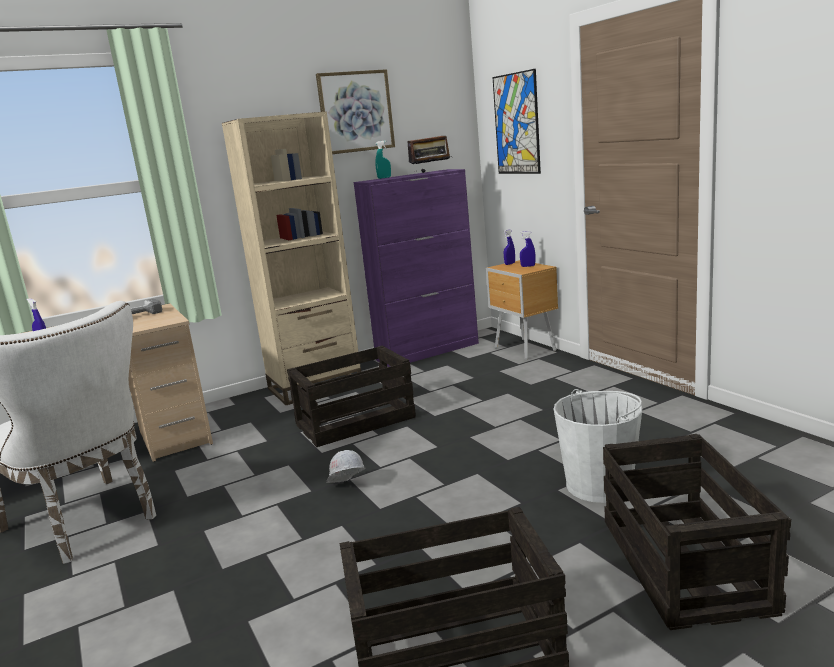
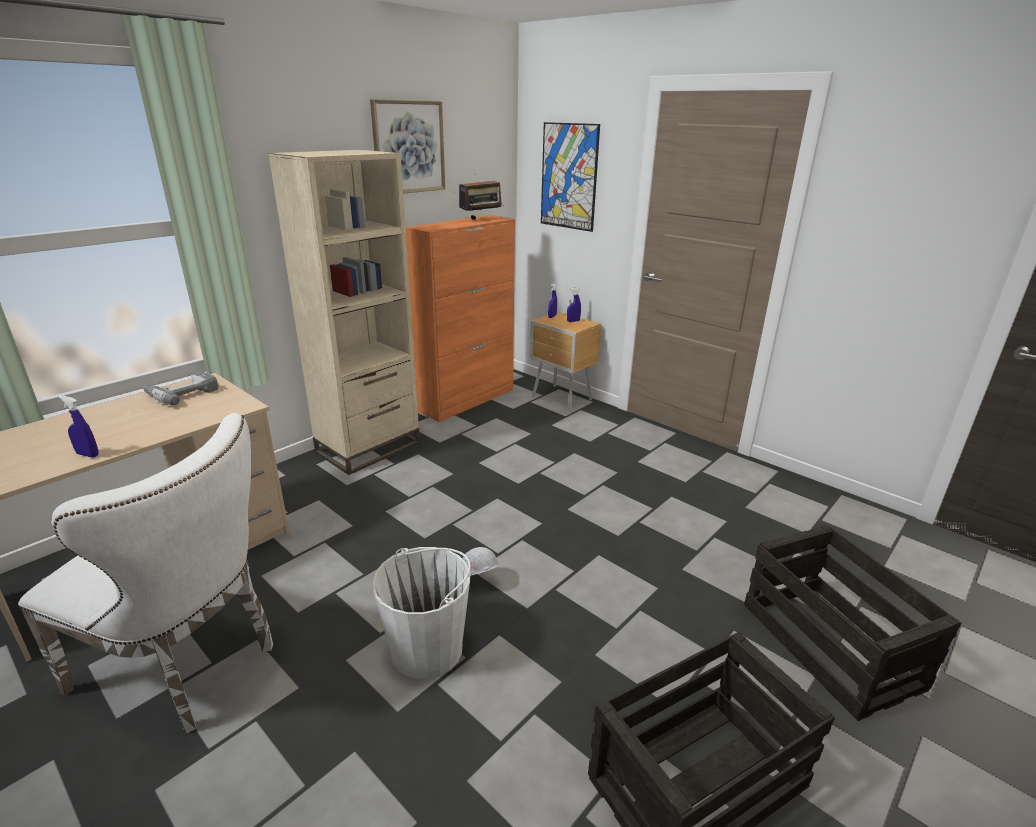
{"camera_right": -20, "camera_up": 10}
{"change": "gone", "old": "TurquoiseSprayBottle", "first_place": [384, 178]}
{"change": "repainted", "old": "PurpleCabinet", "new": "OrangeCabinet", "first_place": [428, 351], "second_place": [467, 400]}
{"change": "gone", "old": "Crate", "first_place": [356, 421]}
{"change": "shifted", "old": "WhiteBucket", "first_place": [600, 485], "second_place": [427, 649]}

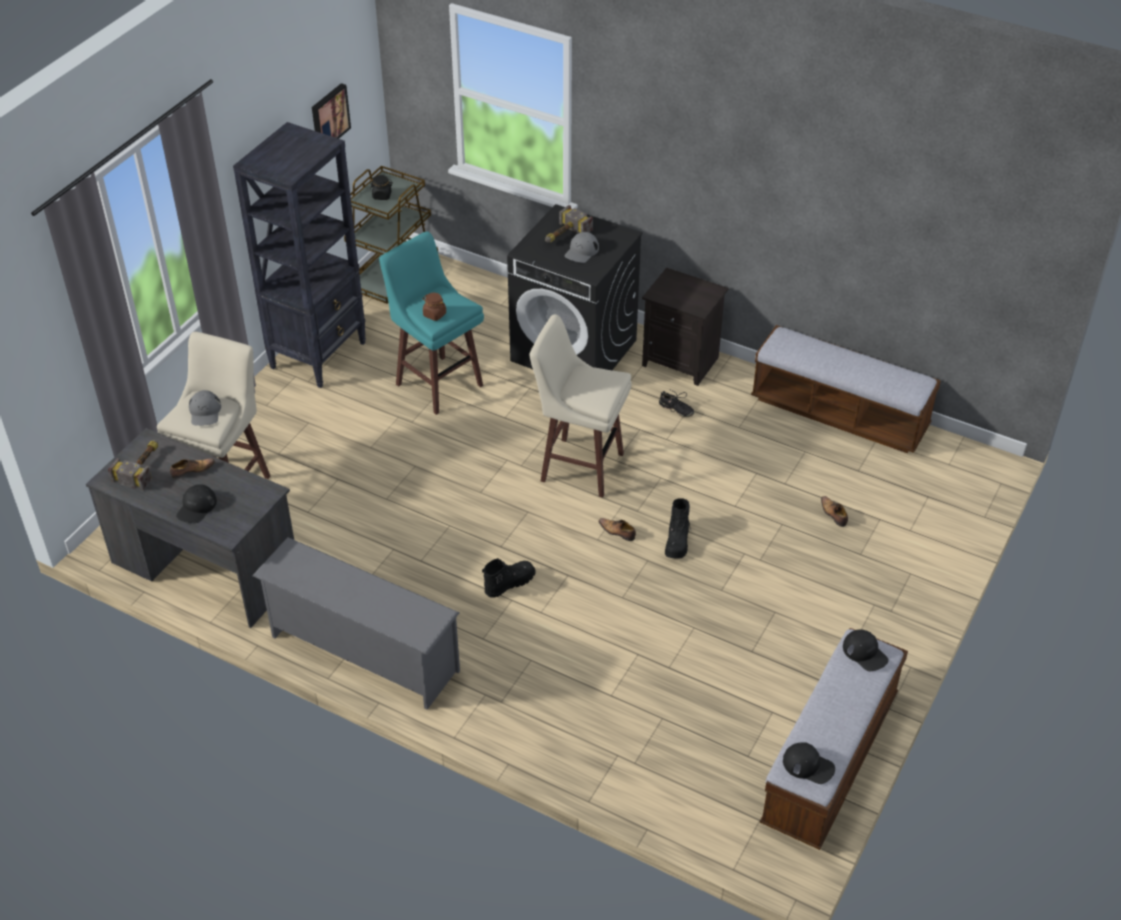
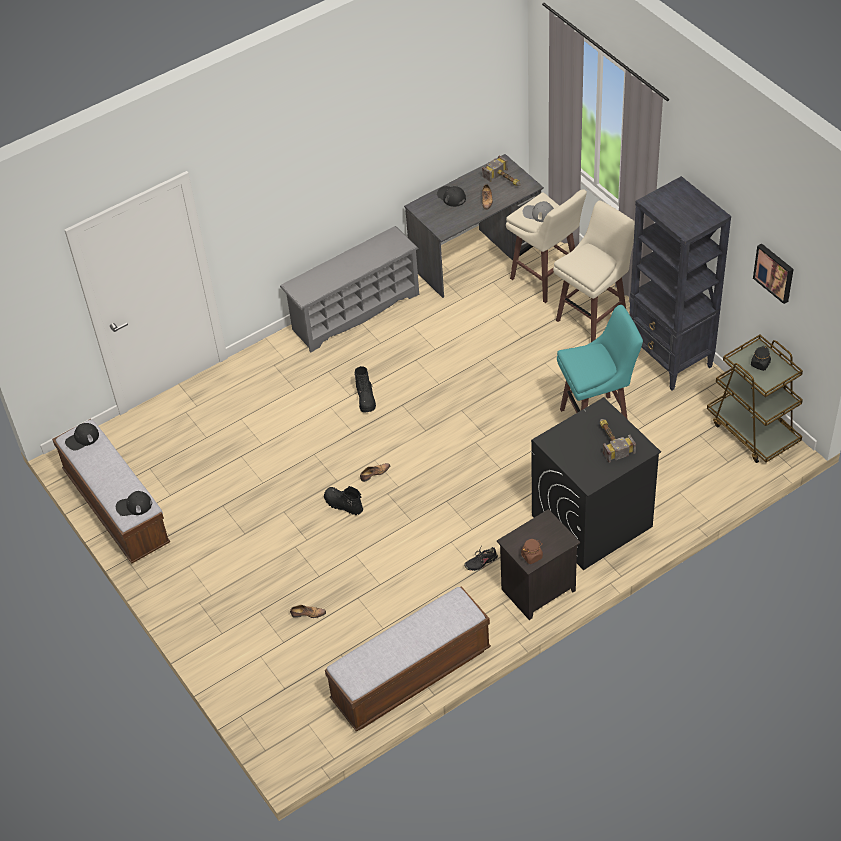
{"camera_right": 120, "camera_up": 5}
{"change": "gone", "old": "GreyCap", "first_place": [581, 251]}
{"change": "shifted", "old": "BrownJar", "first_place": [434, 314], "second_place": [532, 556]}
{"change": "shifted", "old": "BeigeStool", "first_place": [579, 466], "second_place": [593, 319]}

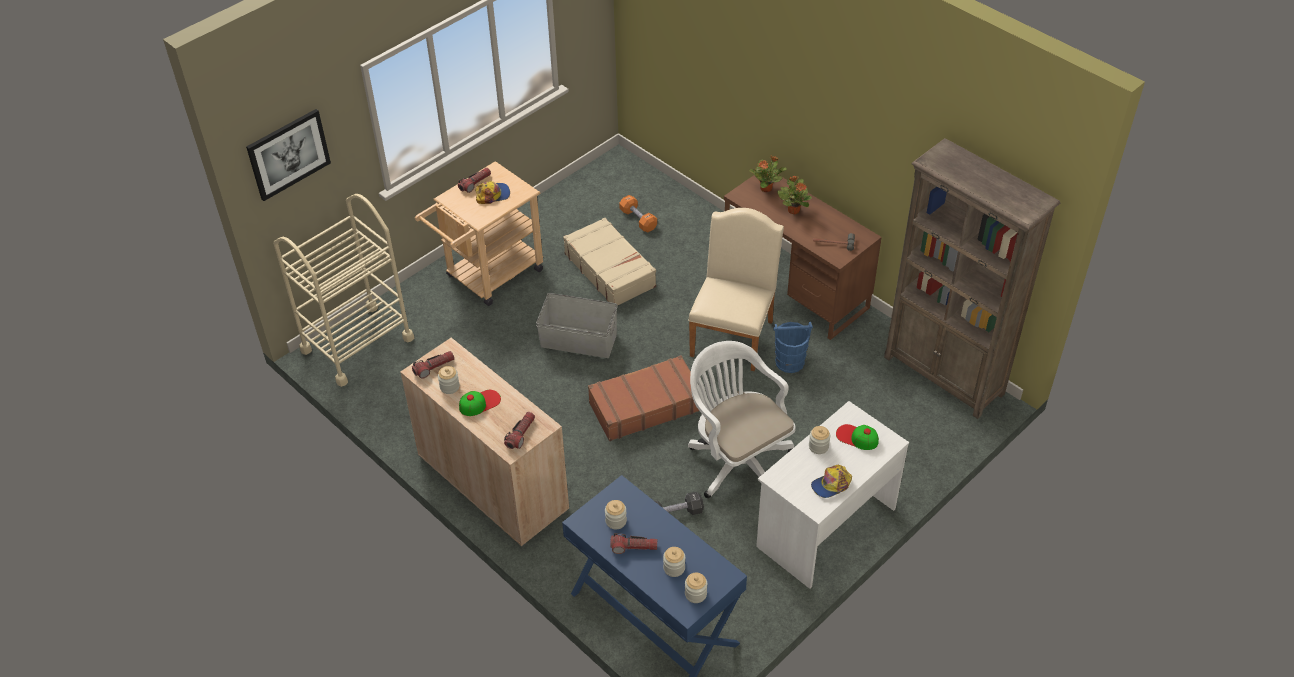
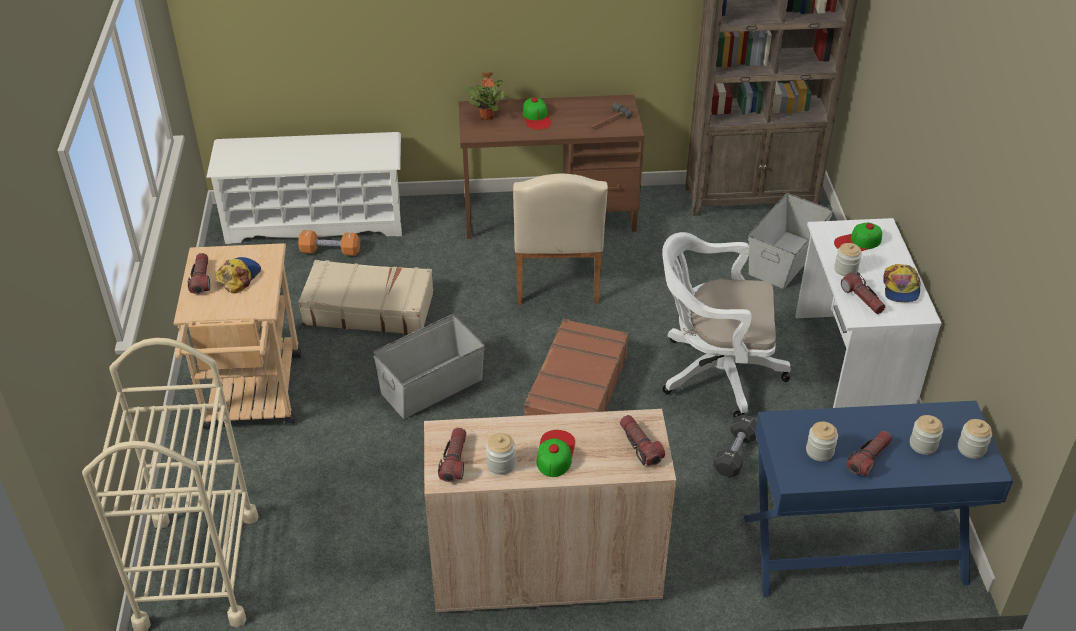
{"camera_right": -50, "camera_up": -5}
{"change": "gone", "old": "Picture", "first_place": [288, 154]}
{"change": "swapped", "old": "PottedPlant", "new": "Cap", "first_place": [793, 210], "second_place": [536, 117]}
{"change": "rotated", "old": "BeigeChair", "first_place": [734, 333], "second_place": [556, 281], "degrees": -150}
{"change": "gone", "old": "BlueBucket", "first_place": [790, 362]}
{"change": "new", "new": "WhiteShoeRack", "second_place": [316, 221]}
{"change": "new", "new": "GreyStorageBox", "second_place": [784, 259]}
{"change": "new", "new": "Flashlight", "second_place": [862, 299]}

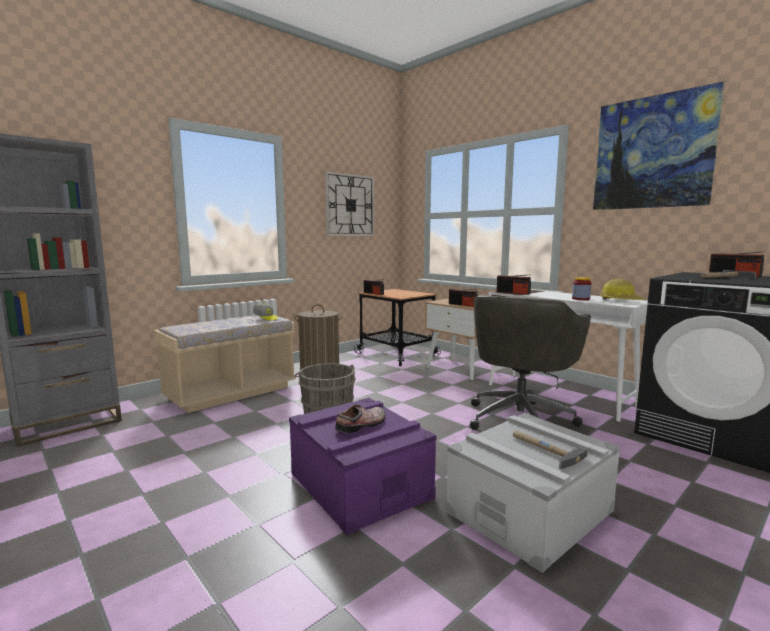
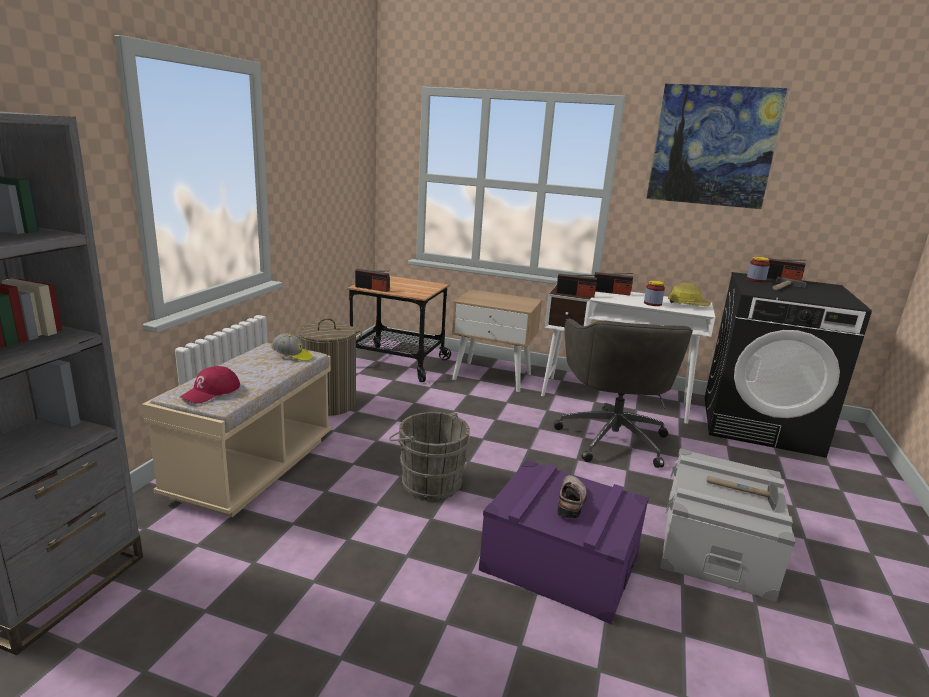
{"camera_right": -30, "camera_up": 10}
{"change": "gone", "old": "WallClock", "first_place": [350, 205]}
{"change": "shifted", "old": "Radio", "first_place": [462, 305], "second_place": [611, 292]}
{"change": "new", "new": "Jar", "second_place": [756, 280]}
{"change": "new", "new": "RedCap", "second_place": [211, 392]}

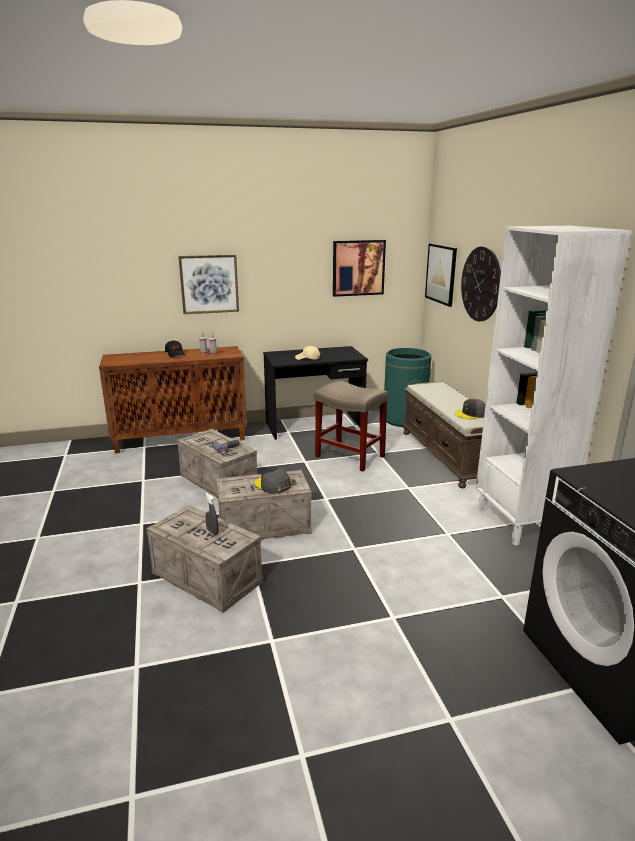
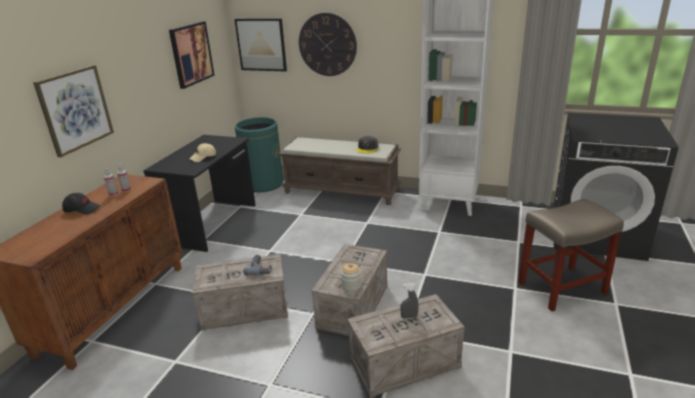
{"camera_right": -55, "camera_up": 5}
{"change": "shifted", "old": "BeigeStool", "first_place": [349, 456], "second_place": [561, 288]}
{"change": "gone", "old": "GreyCap", "first_place": [272, 485]}
{"change": "new", "new": "Jar", "second_place": [351, 286]}

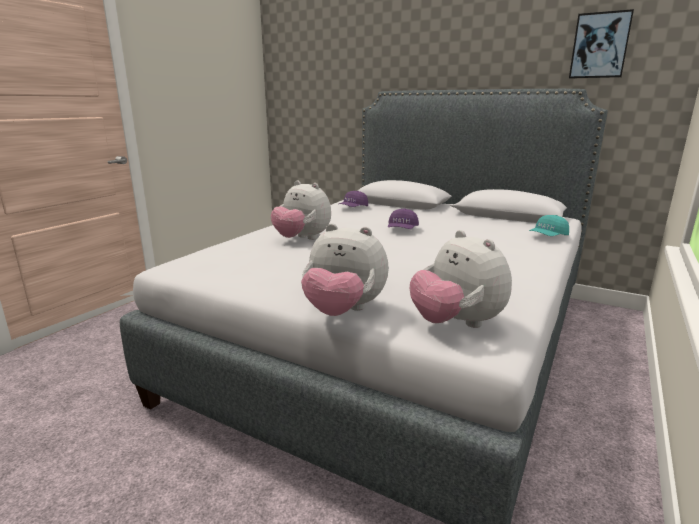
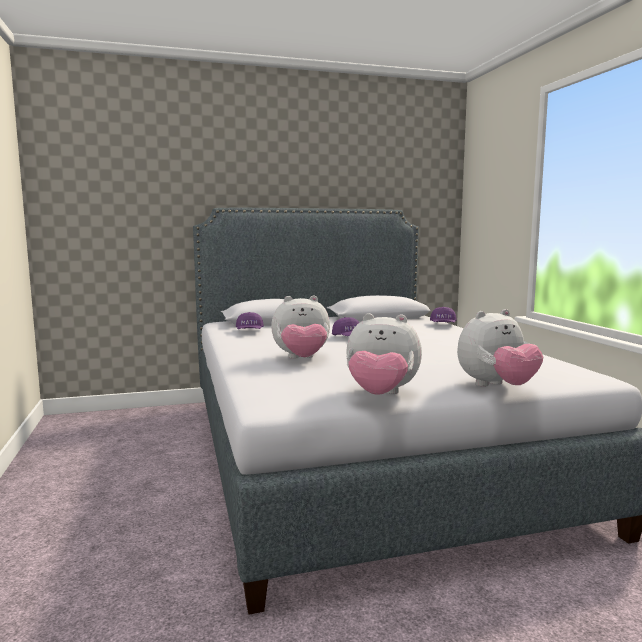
{"camera_right": -45, "camera_up": -10}
{"change": "gone", "old": "Picture", "first_place": [600, 45]}
{"change": "repainted", "old": "TurquoiseCap", "new": "PurpleCap", "first_place": [547, 236], "second_place": [443, 325]}
{"change": "shifted", "old": "PlushToy", "first_place": [456, 323], "second_place": [381, 395]}

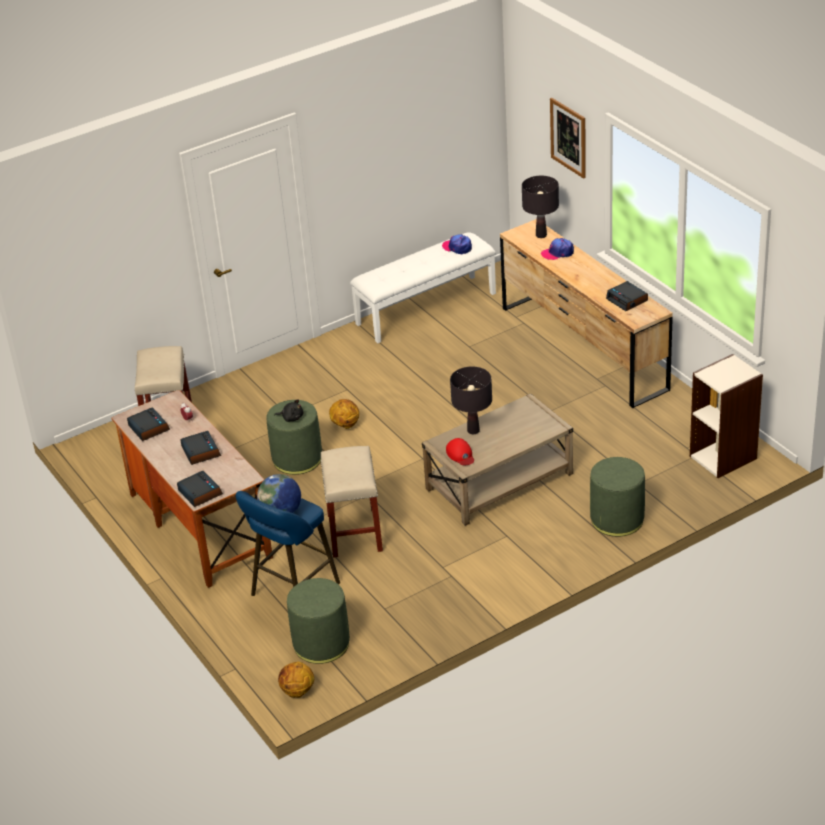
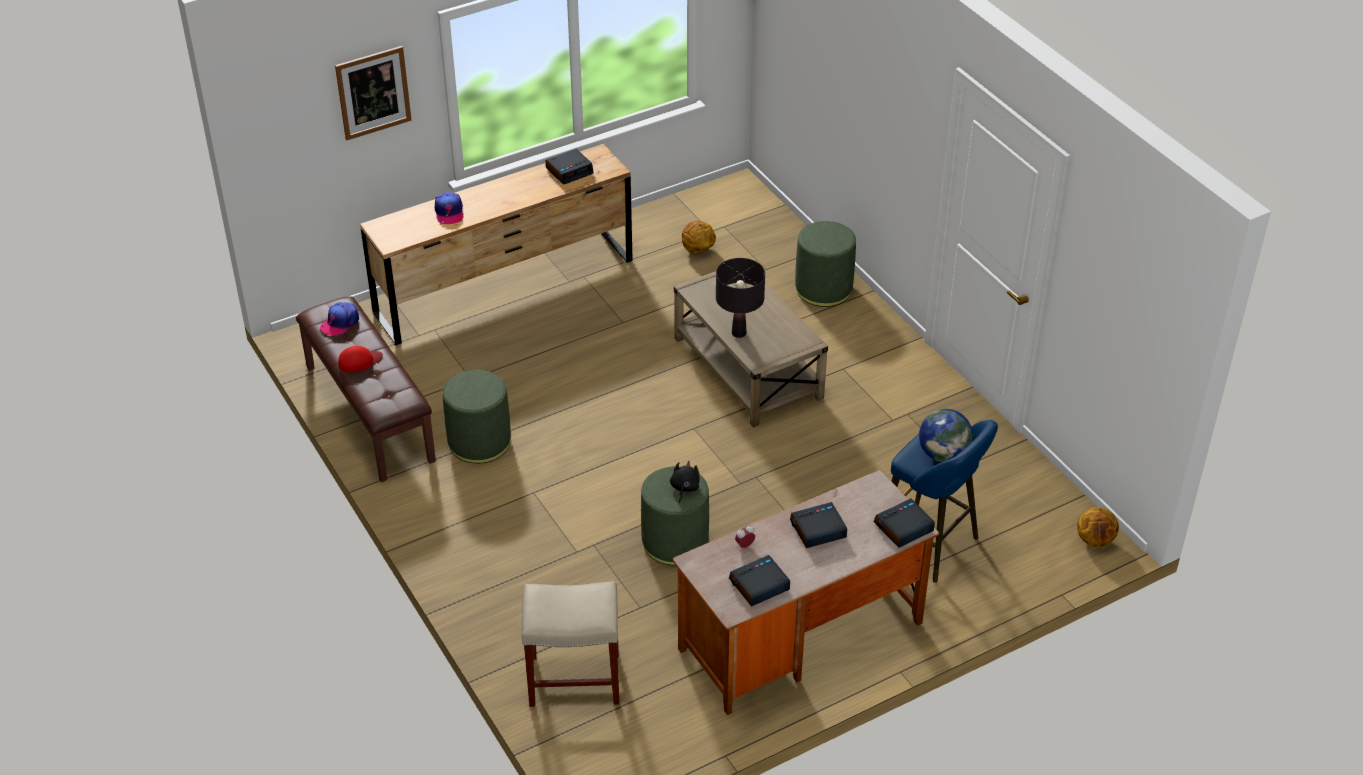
{"camera_right": -90, "camera_up": 5}
{"change": "gone", "old": "BlackTableLamp", "first_place": [541, 235]}
{"change": "repainted", "old": "WhiteBench", "new": "BrownBench", "first_place": [426, 308], "second_place": [368, 413]}
{"change": "gone", "old": "Bookcase", "first_place": [724, 457]}
{"change": "shifted", "old": "Basketball", "first_place": [345, 425], "second_place": [697, 250]}
{"change": "shifted", "old": "RedCap", "first_place": [460, 454], "second_place": [359, 361]}
{"change": "gone", "old": "BeigeStool", "first_place": [354, 532]}
{"change": "shifted", "old": "GreenOttoman", "first_place": [321, 643], "second_place": [479, 442]}

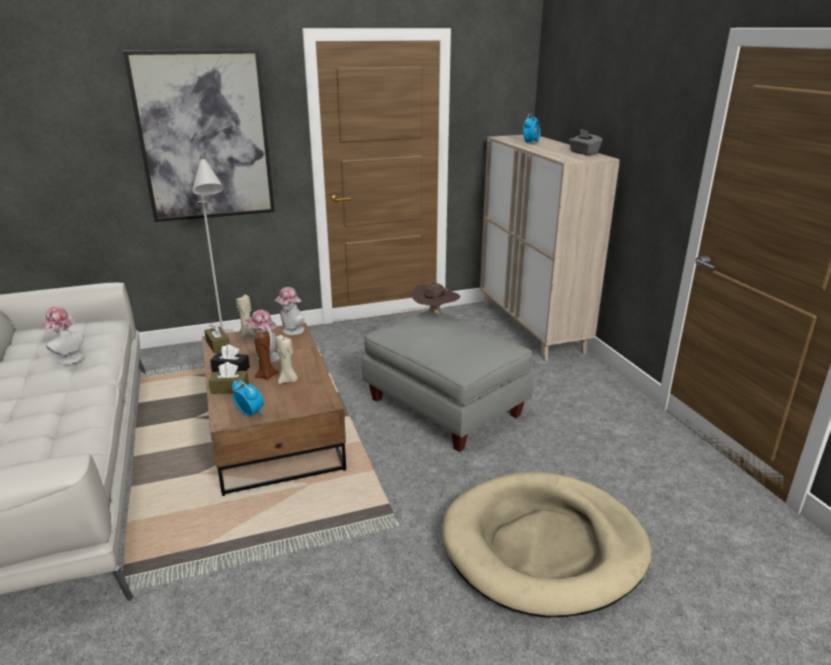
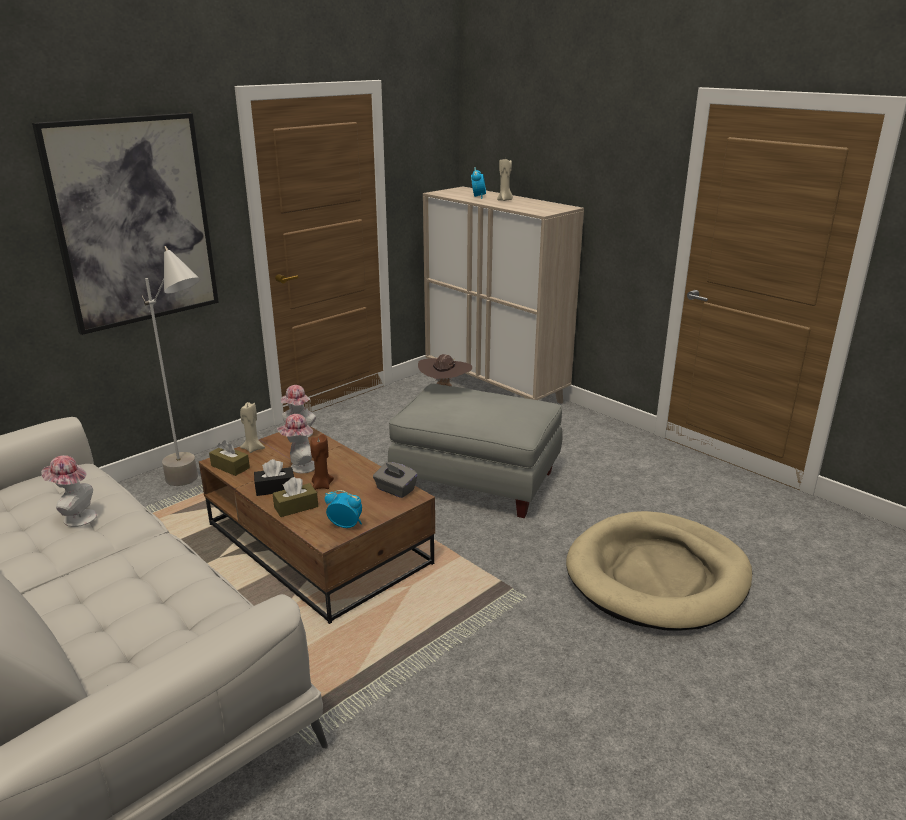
{"camera_right": -25, "camera_up": 0}
{"change": "shifted", "old": "GreyTissueBox", "first_place": [583, 153], "second_place": [395, 490]}
{"change": "shifted", "old": "BeigeCandle", "first_place": [288, 380], "second_place": [505, 200]}

